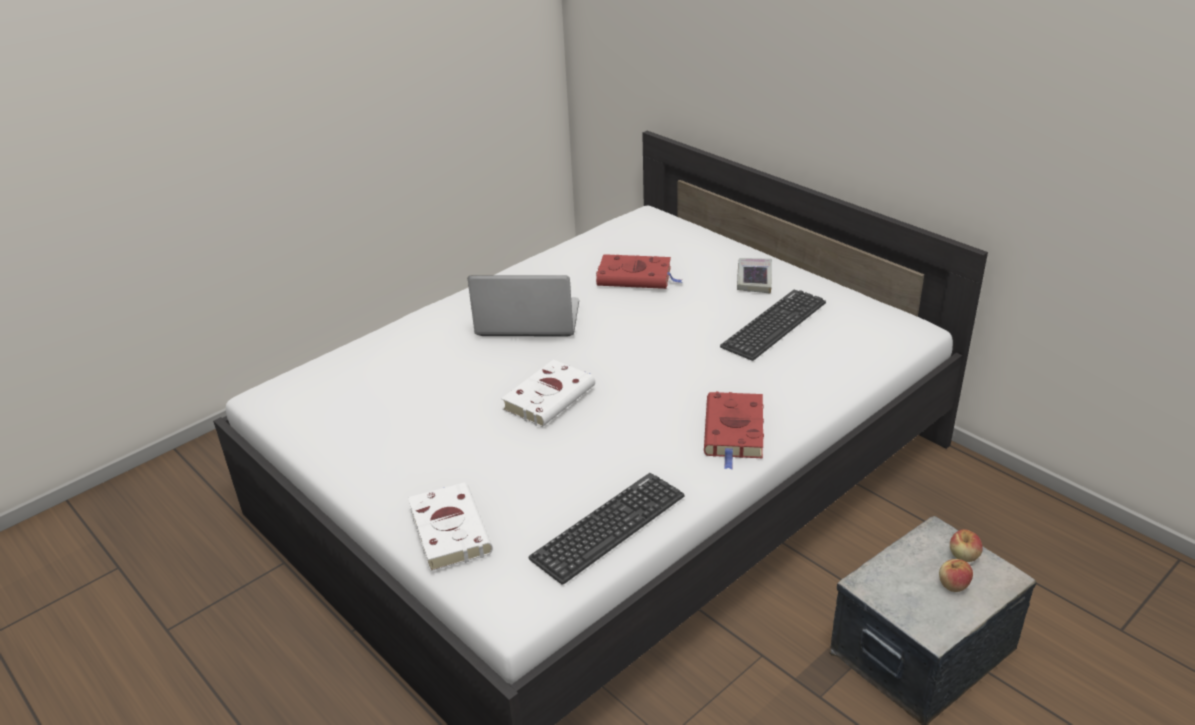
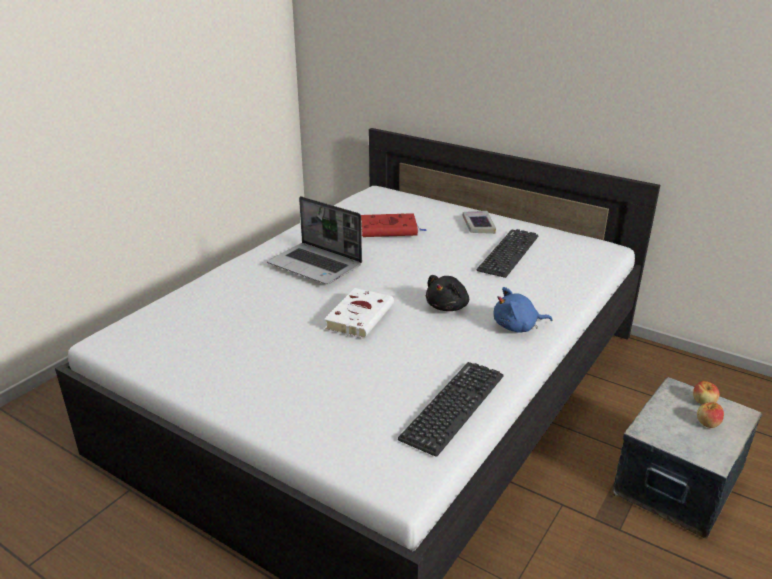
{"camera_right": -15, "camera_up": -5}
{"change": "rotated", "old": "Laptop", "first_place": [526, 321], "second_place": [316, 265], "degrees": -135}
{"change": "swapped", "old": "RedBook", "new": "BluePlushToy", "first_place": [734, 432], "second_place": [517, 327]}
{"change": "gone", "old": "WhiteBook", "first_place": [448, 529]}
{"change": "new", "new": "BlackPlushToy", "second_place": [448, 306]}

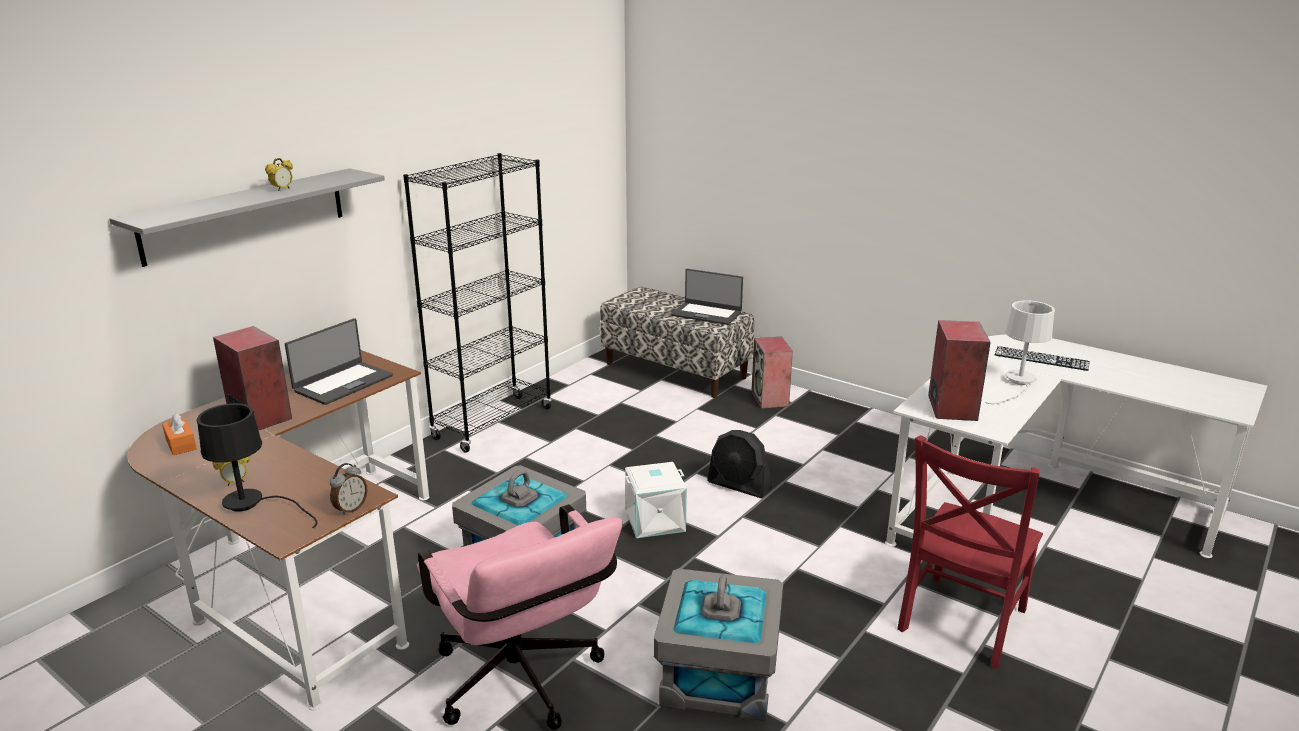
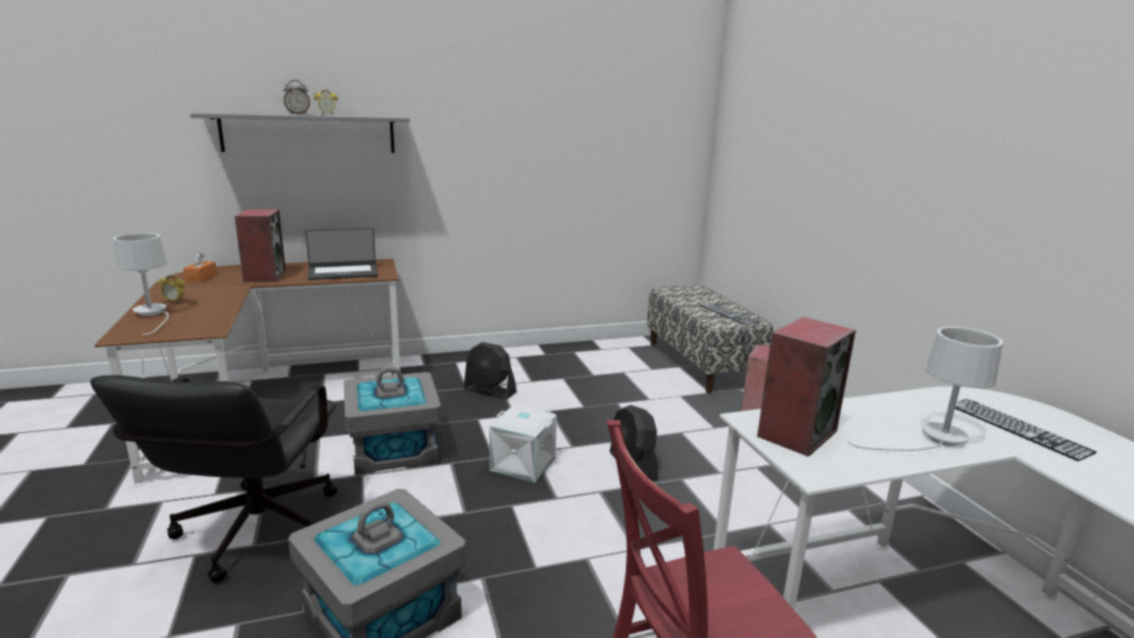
{"camera_right": 35, "camera_up": -5}
{"change": "gone", "old": "BlackBookcase", "first_place": [493, 423]}
{"change": "swapped", "old": "Laptop", "new": "Keyboard", "first_place": [707, 314], "second_place": [728, 314]}
{"change": "repainted", "old": "BlackTableLamp", "new": "WhiteTableLamp", "first_place": [253, 505], "second_place": [152, 315]}
{"change": "shifted", "old": "AlarmClock", "first_place": [350, 509], "second_place": [298, 114]}
{"change": "repainted", "old": "PinkOfficeChair", "new": "BlackOfficeChair", "first_place": [523, 686], "second_place": [251, 537]}
{"change": "new", "new": "BlackFan", "second_place": [490, 391]}

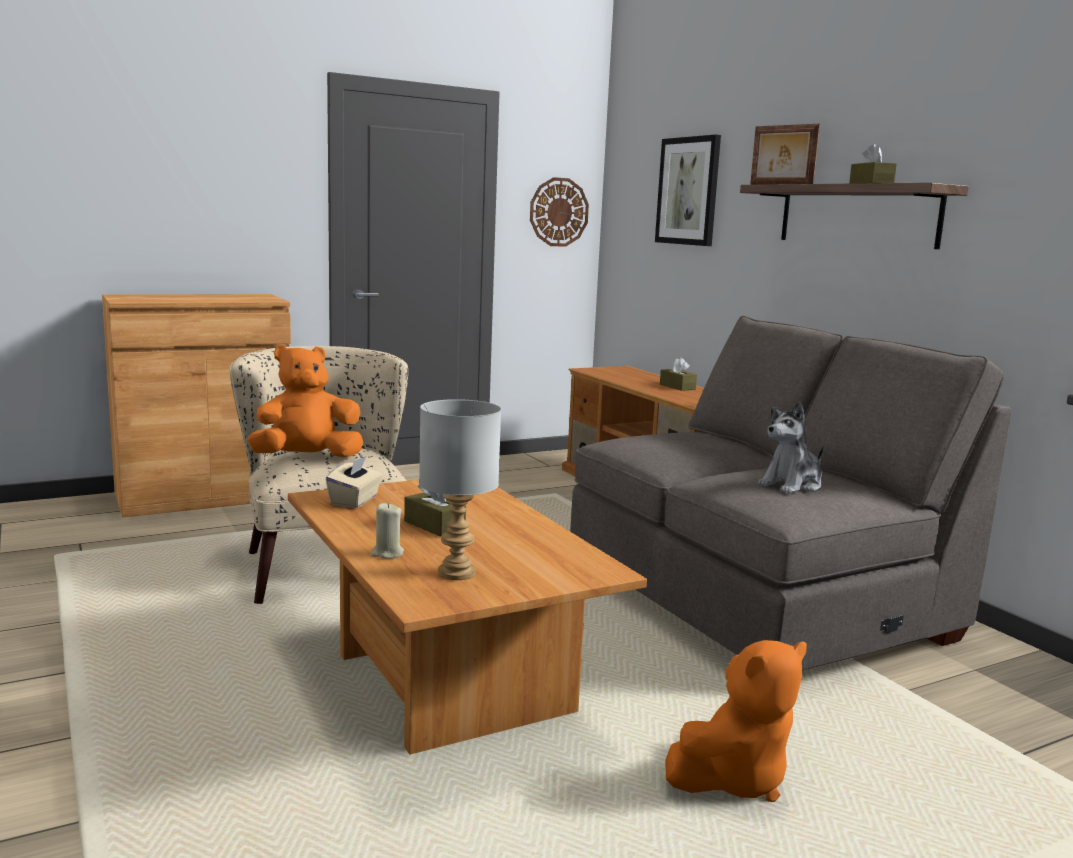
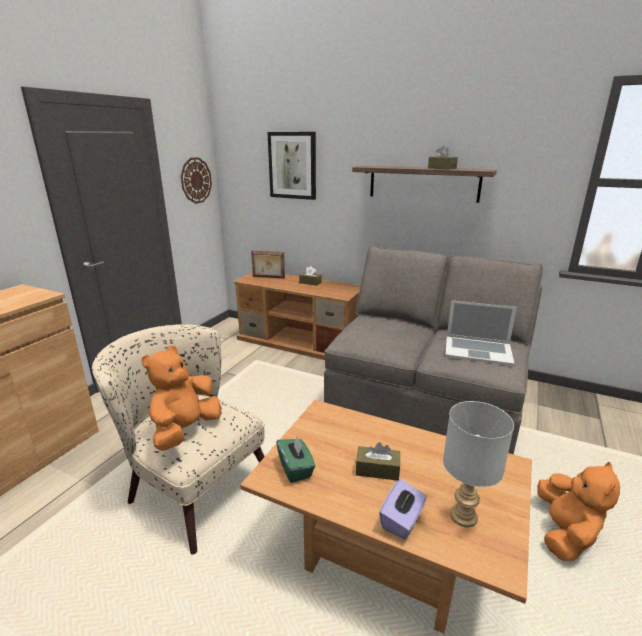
{"camera_right": -35, "camera_up": 10}
{"change": "shifted", "old": "PictureFrame", "first_place": [780, 184], "second_place": [268, 277]}
{"change": "swapped", "old": "PlushToy", "new": "Laptop", "first_place": [792, 485], "second_place": [478, 350]}
{"change": "repainted", "old": "BeigeTissueBox", "new": "GreenTissueBox", "first_place": [355, 501], "second_place": [295, 468]}
{"change": "swapped", "old": "BeigeCandle", "new": "PurpleTissueBox", "first_place": [387, 553], "second_place": [402, 521]}

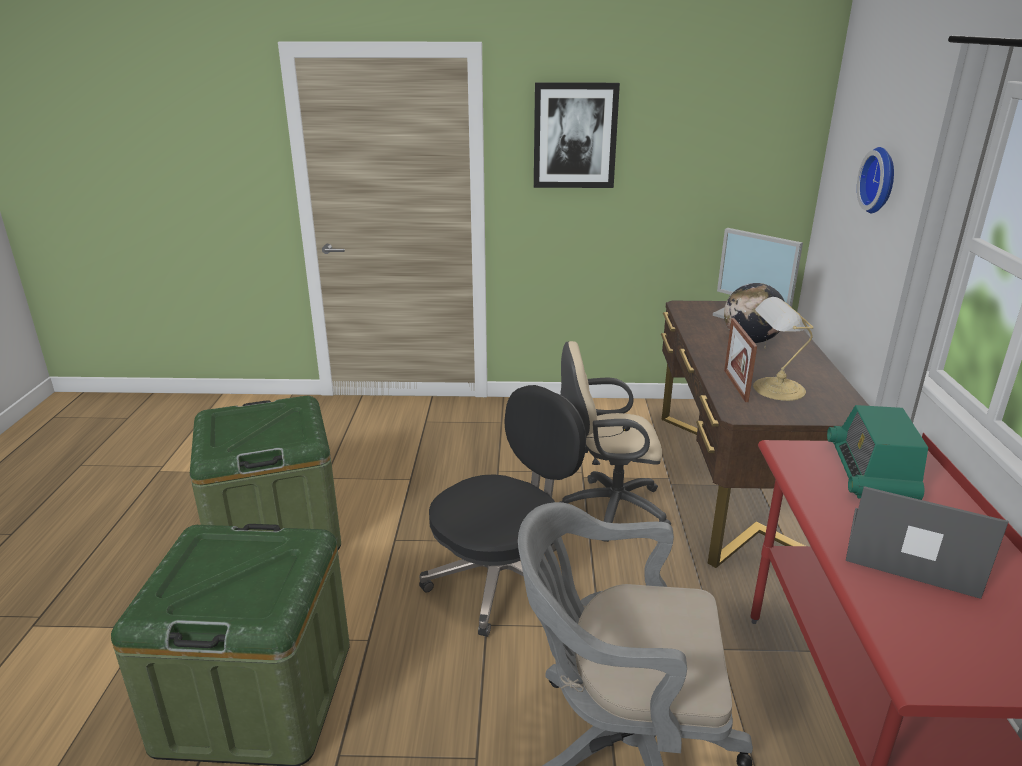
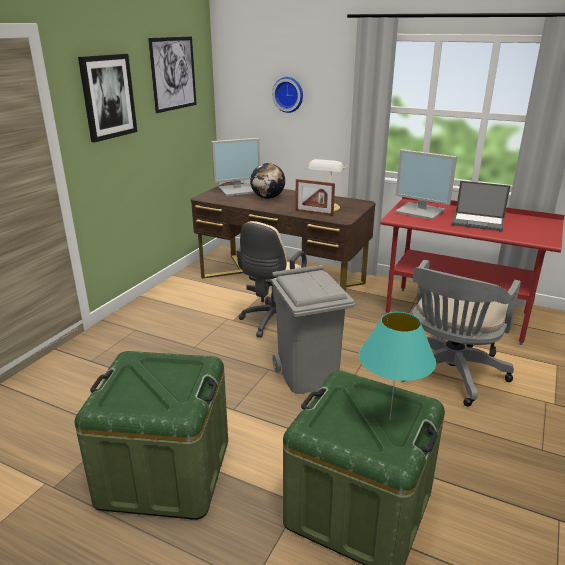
{"camera_right": -65, "camera_up": 0}
{"change": "swapped", "old": "BlackOfficeChair", "new": "GreyTrashCan", "first_place": [502, 579], "second_place": [308, 375]}
{"change": "swapped", "old": "Radio", "new": "Monitor", "first_place": [870, 473], "second_place": [421, 211]}
{"change": "rotated", "old": "Laptop", "first_place": [910, 552], "second_place": [478, 222], "degrees": -120}
{"change": "new", "new": "Picture", "second_place": [173, 73]}
{"change": "new", "new": "TurquoiseTableLamp", "second_place": [389, 420]}

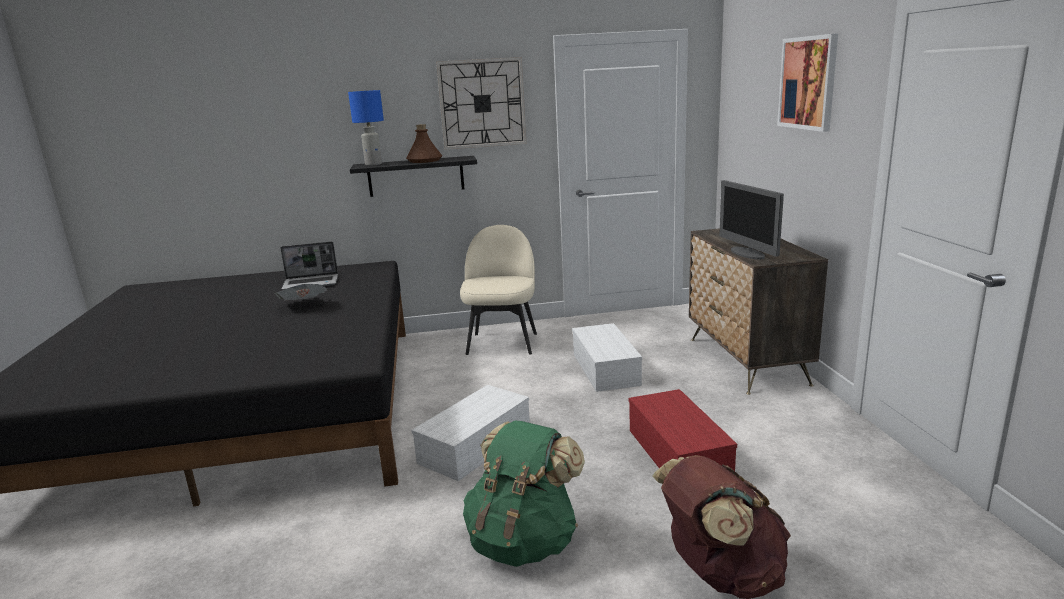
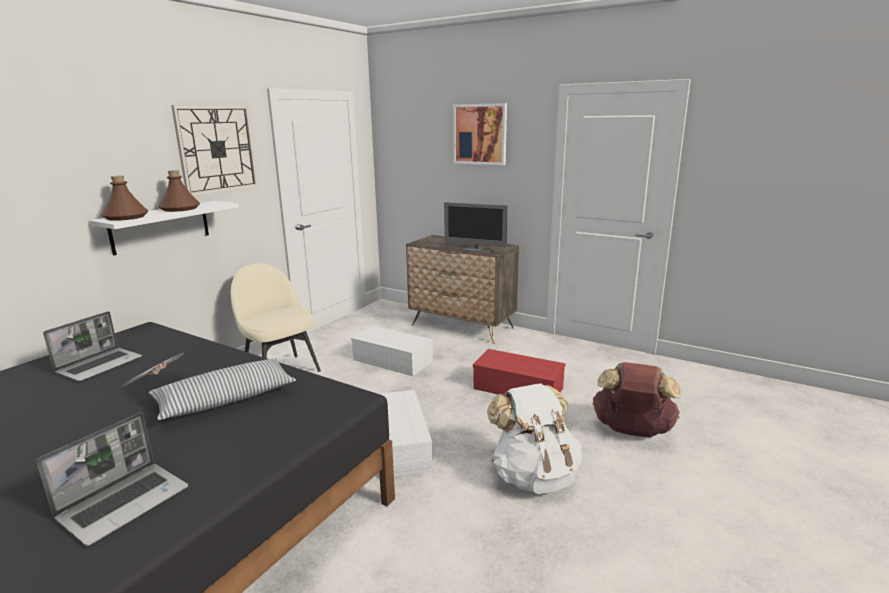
{"camera_right": -50, "camera_up": 0}
{"change": "swapped", "old": "BlueTableLamp", "new": "BrownBottle", "first_place": [373, 164], "second_place": [125, 217]}
{"change": "repainted", "old": "BlackShelf", "new": "WhiteShelf", "first_place": [416, 176], "second_place": [160, 227]}
{"change": "repainted", "old": "GreenBackpack", "new": "WhiteBackpack", "first_place": [524, 541], "second_place": [534, 476]}
{"change": "new", "new": "Pillow", "second_place": [226, 399]}
{"change": "new", "new": "Laptop", "second_place": [125, 502]}

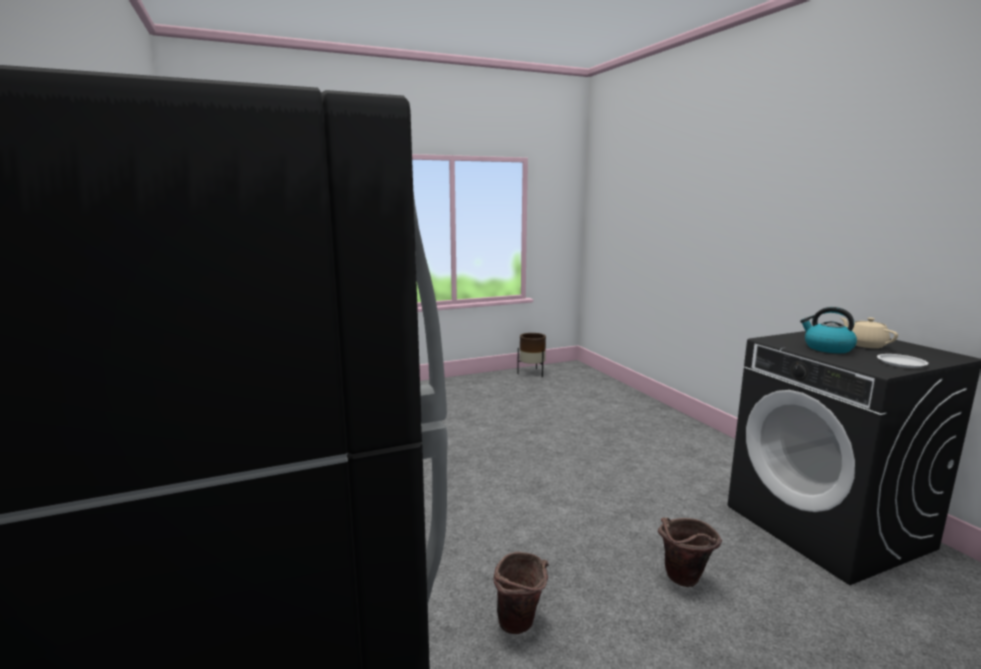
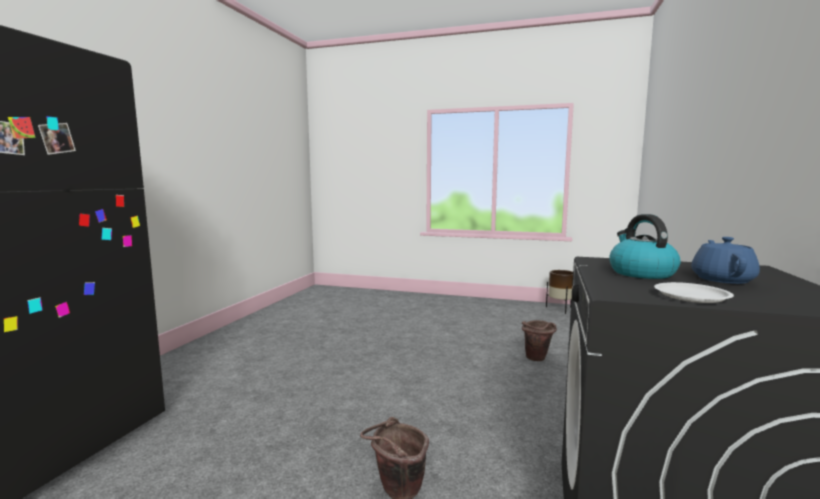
{"camera_right": 40, "camera_up": -5}
{"change": "repainted", "old": "BeigeTeapot", "new": "BlueTeapot", "first_place": [865, 345], "second_place": [722, 279]}
{"change": "shifted", "old": "BrownBucket", "first_place": [521, 626], "second_place": [537, 359]}

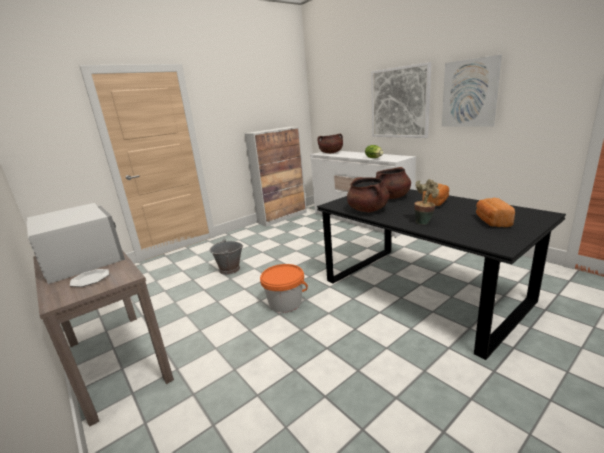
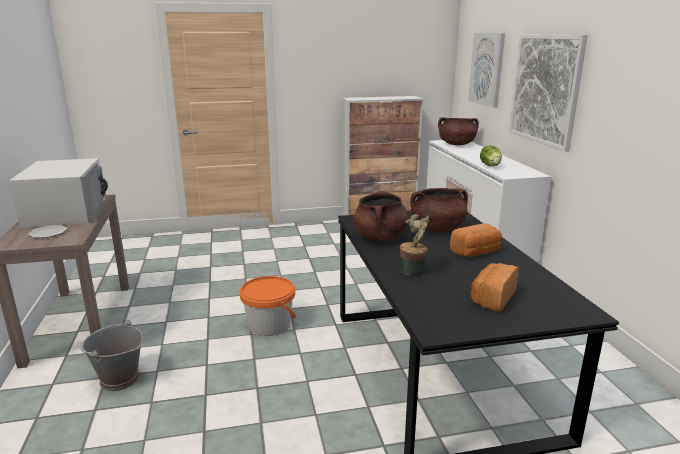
{"camera_right": 25, "camera_up": 0}
{"change": "shifted", "old": "Picture", "first_place": [470, 93], "second_place": [487, 69]}
{"change": "shifted", "old": "GreyBucket", "first_place": [229, 269], "second_place": [119, 379]}

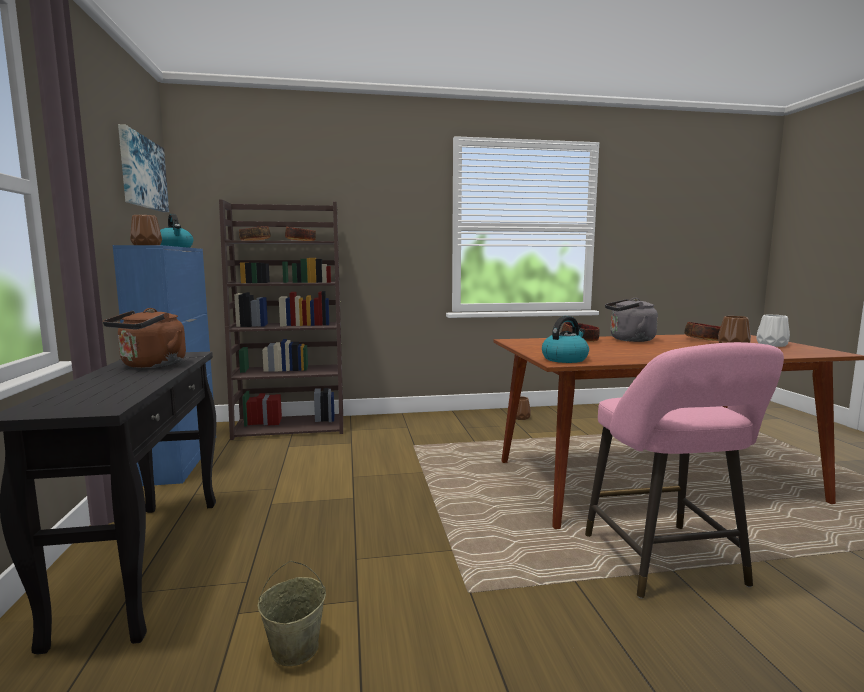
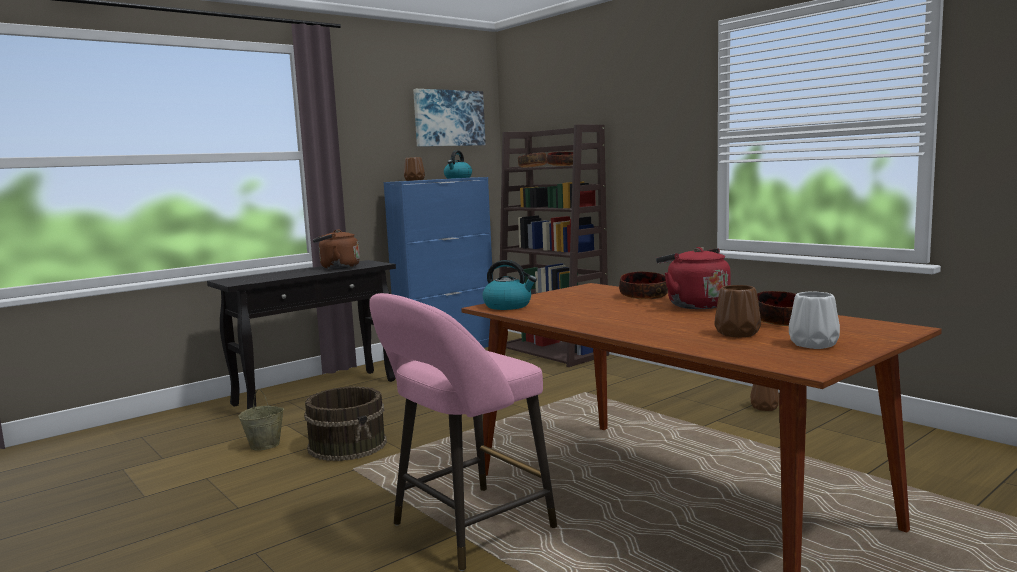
{"camera_right": 60, "camera_up": 0}
{"change": "repainted", "old": "GreyKettle", "new": "RedKettle", "first_place": [629, 340], "second_place": [694, 305]}
{"change": "new", "new": "BrownBucket", "second_place": [348, 445]}

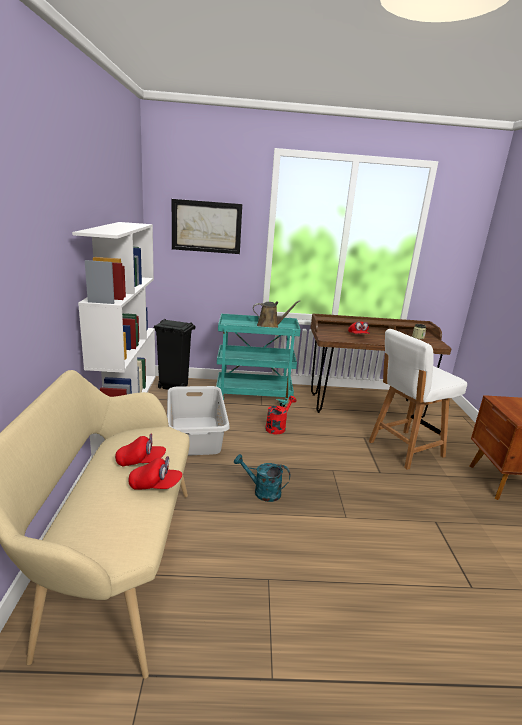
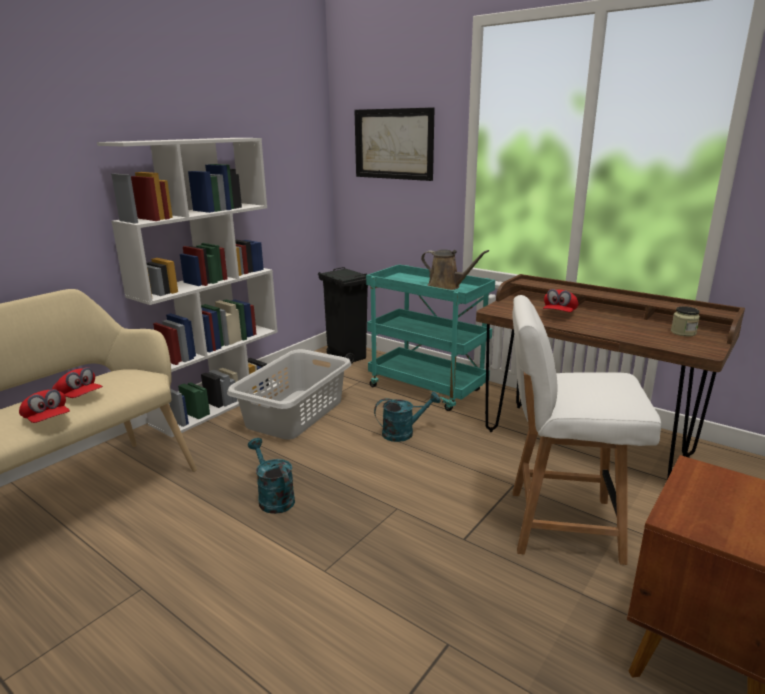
{"camera_right": 40, "camera_up": 0}
{"change": "repainted", "old": "RedWateringCan", "new": "TurquoiseWateringCan", "first_place": [277, 427], "second_place": [403, 433]}

